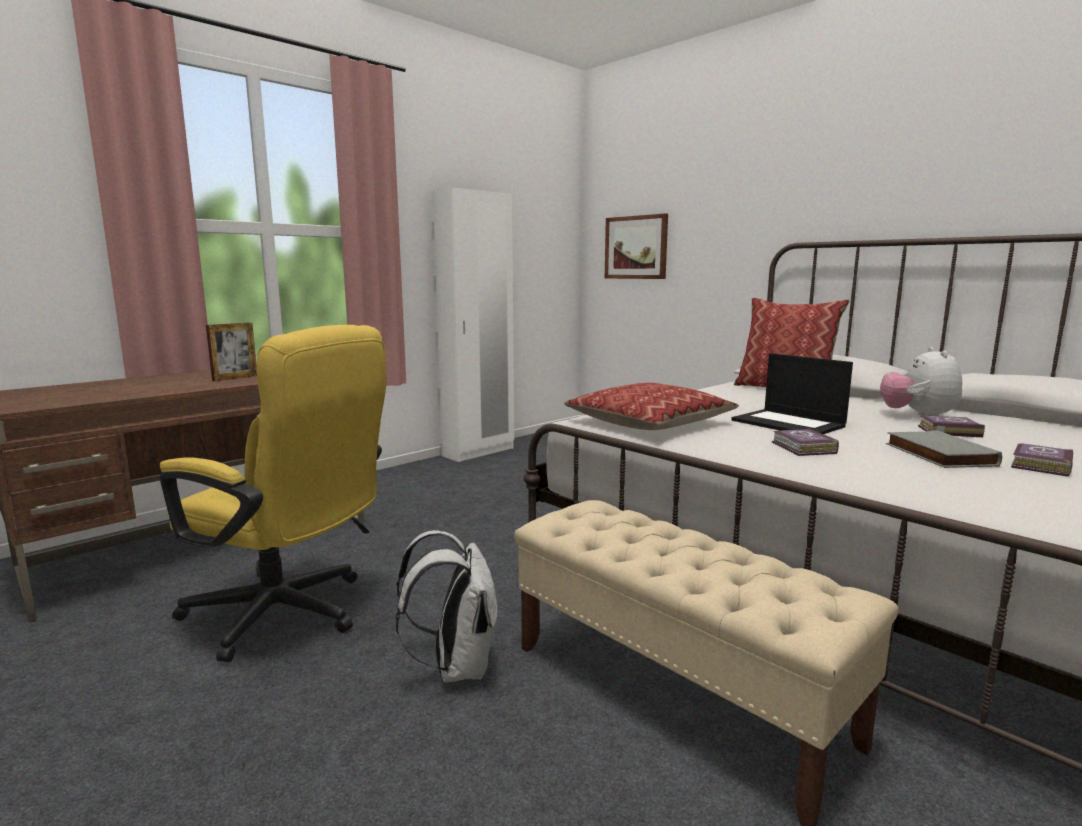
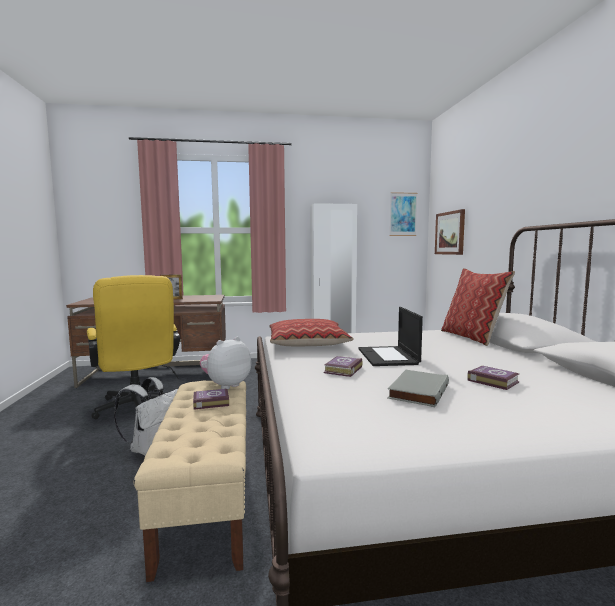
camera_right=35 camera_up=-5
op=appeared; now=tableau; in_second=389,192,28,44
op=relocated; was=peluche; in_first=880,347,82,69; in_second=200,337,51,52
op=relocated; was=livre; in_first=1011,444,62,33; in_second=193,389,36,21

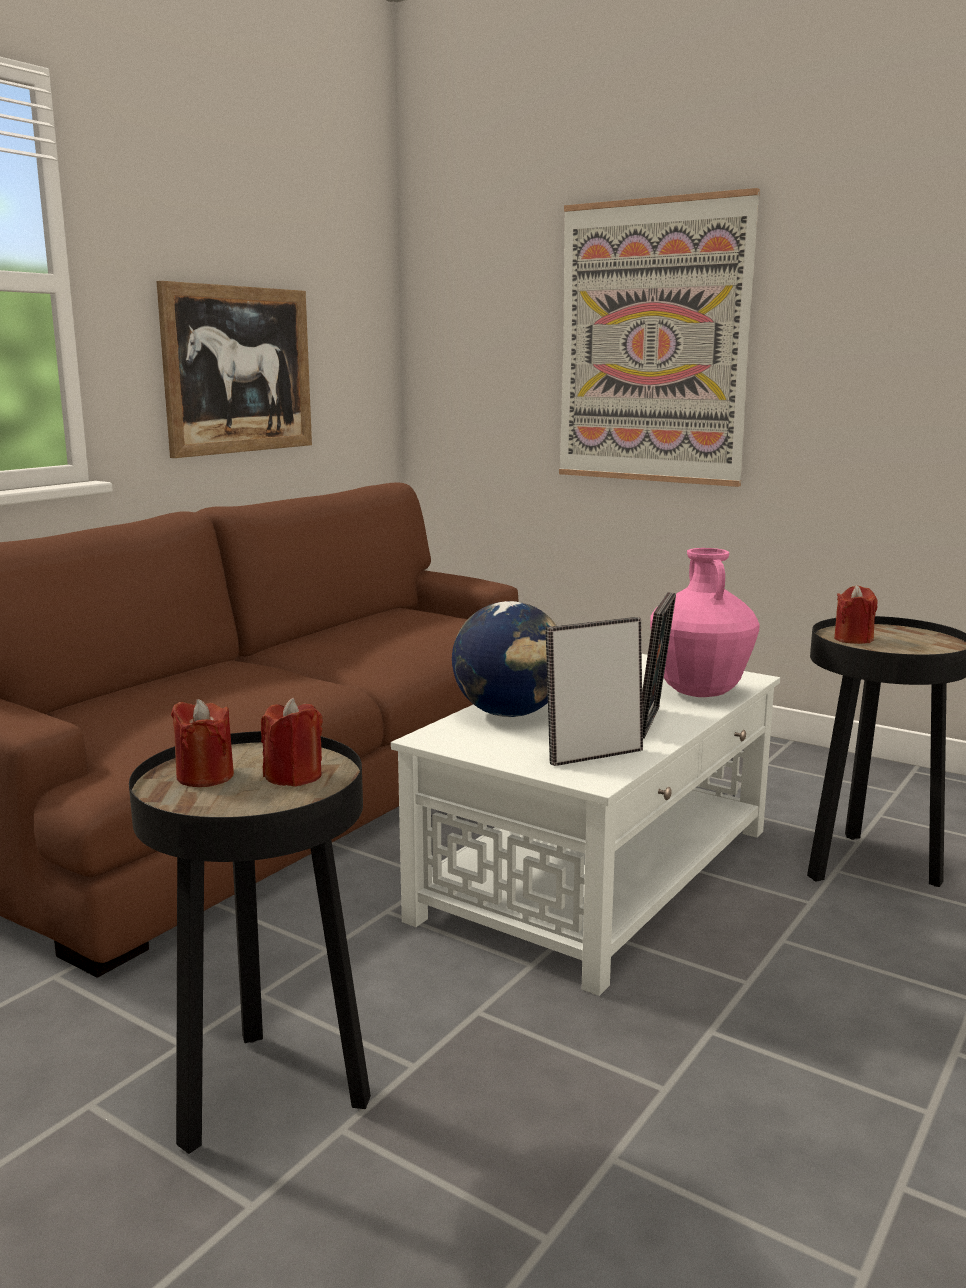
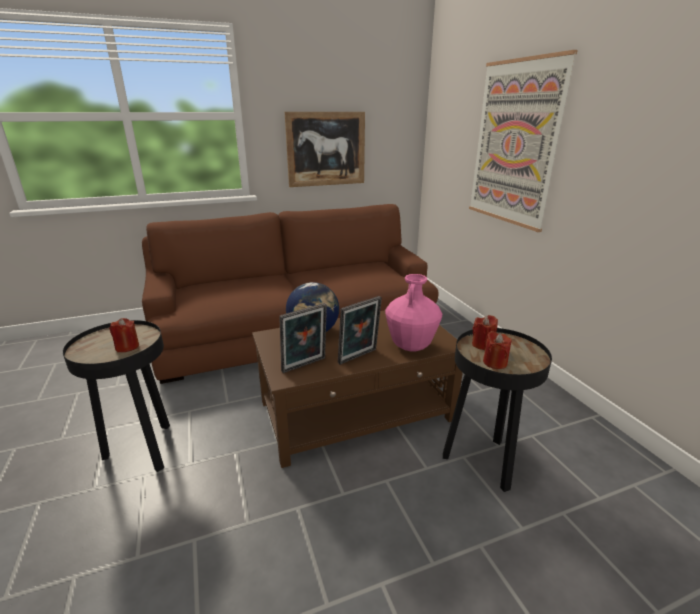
camera_right=35 camera_up=10
op=relocated; was=bougie (rouge); in_first=171,699,63,88; in_second=483,331,29,38
op=colour; was=table basse (blanc); now=table basse (marron); in_first=391,654,389,342; in_second=252,310,210,158
op=spun; was=cadre photo; in_first=545,617,98,149; in_second=279,303,48,70; clockwise=135

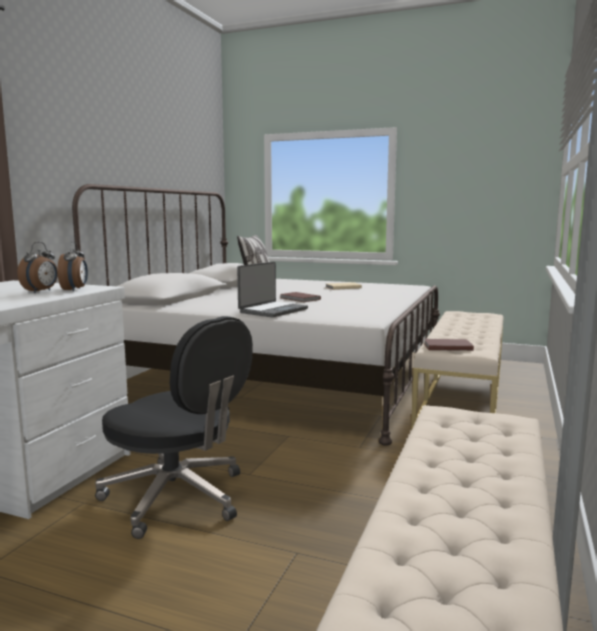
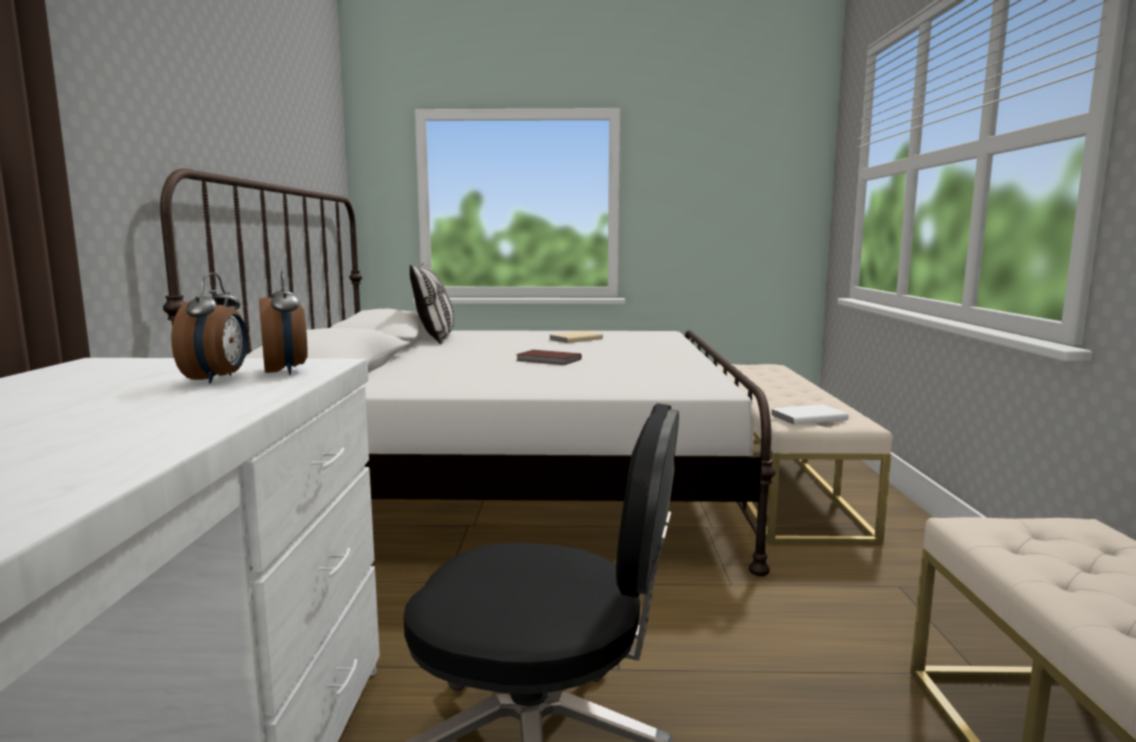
camera_right=-20 camera_up=0
op=missing; was=ordinateur portable; in_first=237,262,71,56
op=colour; was=livre (marron); now=livre (blanc); in_first=424,339,50,12; in_second=770,404,79,21

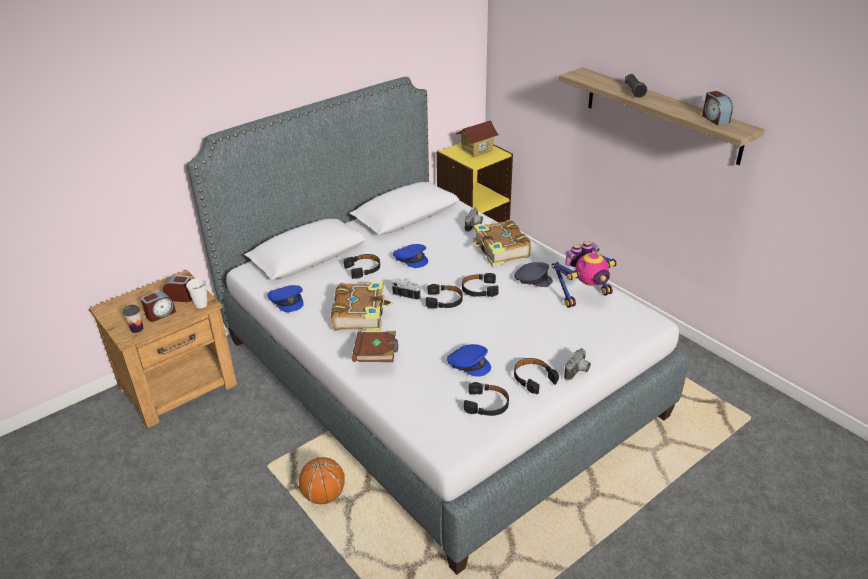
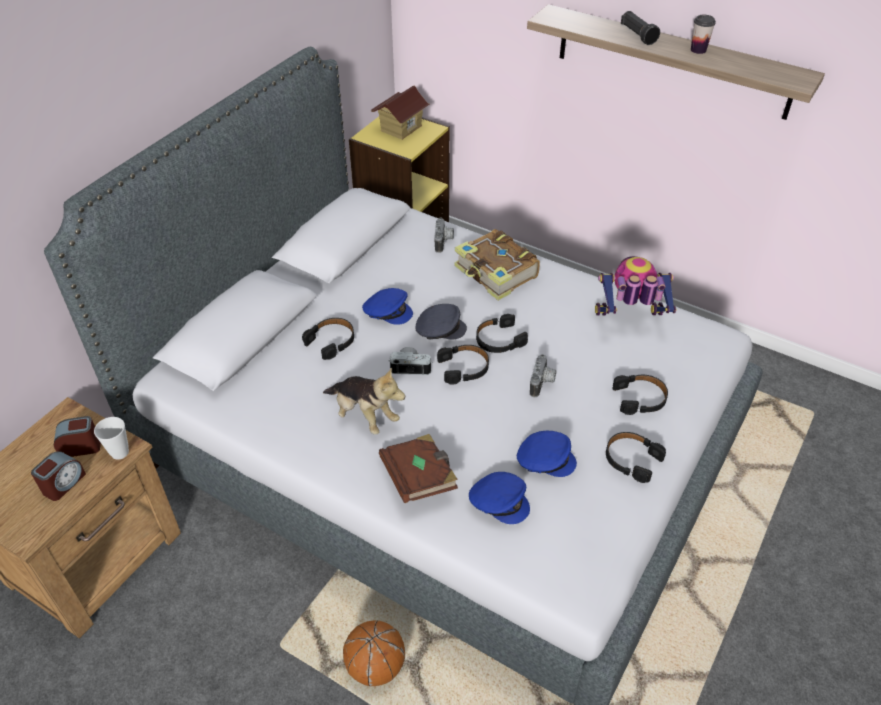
camera_right=-20 camera_up=10
op=missing; was=réveil; in_first=702,91,31,34
op=relocated; was=tasse; in_first=123,305,20,28; in_second=691,15,25,39
op=relocated; was=casquette (bleu); in_first=267,285,37,27; in_second=469,472,61,52
op=relocated; was=casque audio (noir); in_first=464,382,45,34; in_second=613,375,55,40
op=relocated; was=casquette (gris); in_first=514,262,39,25; in_second=415,304,52,36
op=relocated; was=appareil photo; in_first=564,348,27,32; in_second=530,354,26,43
op=exchanged; was=livre; now=peluche; in_first=331,281,61,51; in_second=323,368,82,67
op=spun; was=robot jouet; in_first=552,241,65,67; in_second=595,256,82,60; clockwise=-135

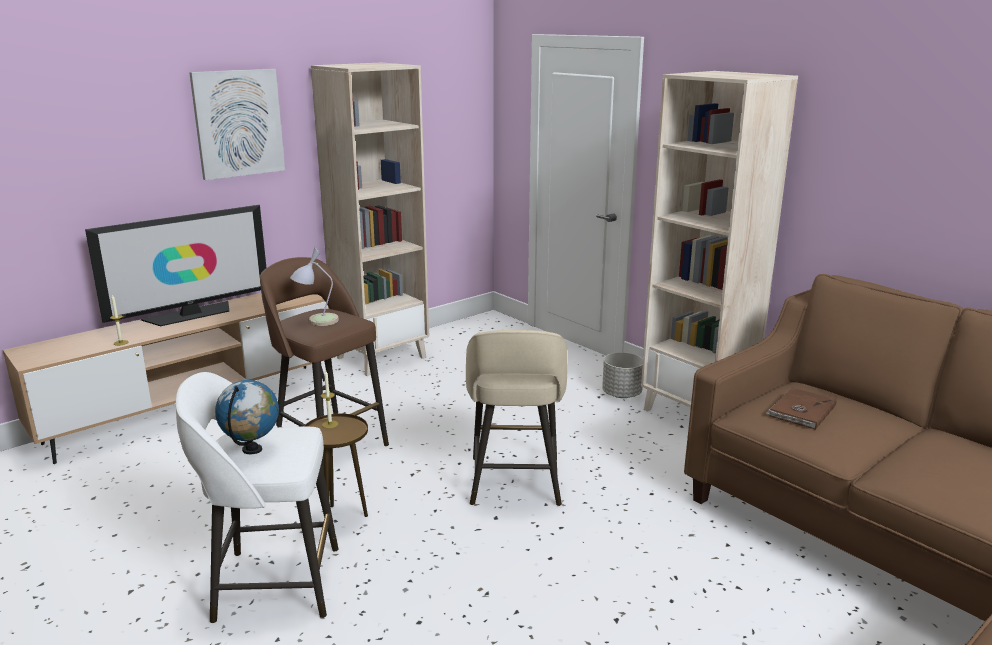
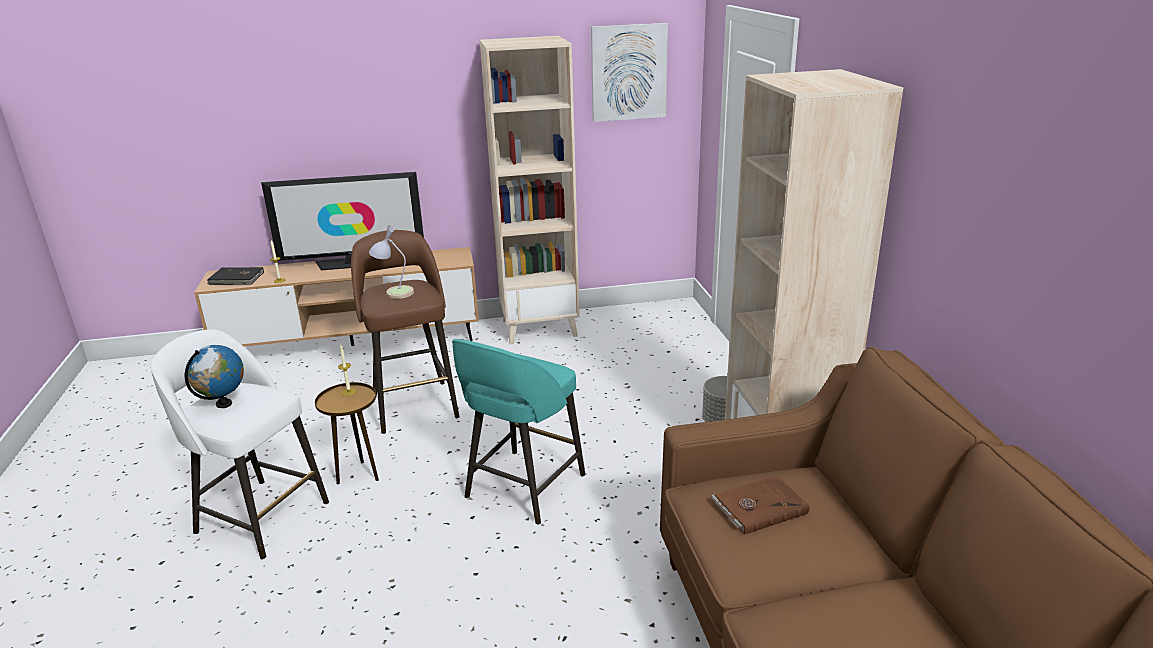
camera_right=30 camera_up=5
op=appeared; now=livre (noir); in_second=207,267,57,18
op=relocated; was=tableau; in_first=189,69,96,111; in_second=591,23,77,99
op=colour; was=tabouret (beige); now=tabouret (turquoise); in_first=466,330,102,176; in_second=452,339,133,186

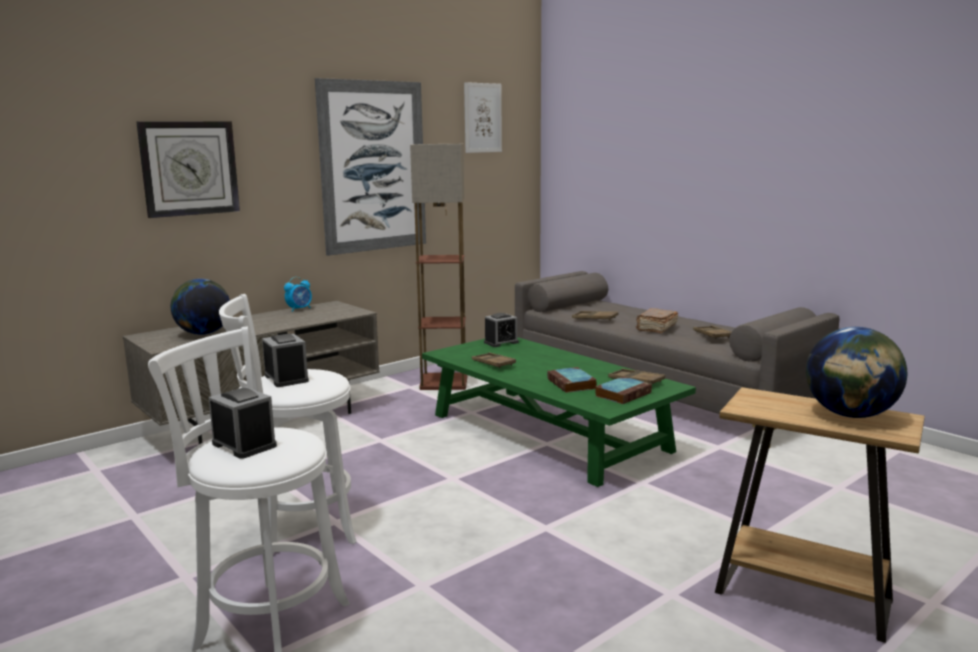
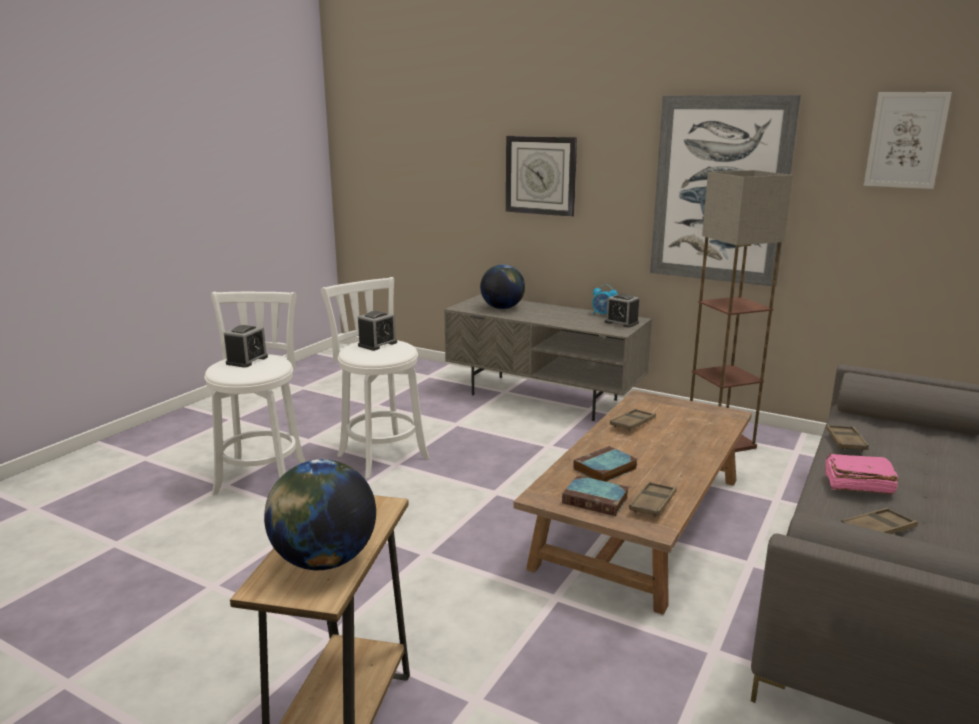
camera_right=70 camera_up=5
op=relocated; was=réveil; in_first=484,313,35,34; in_second=605,294,34,34
op=colour; was=table basse (vert); now=table basse (marron); in_first=422,337,274,150; in_second=513,390,239,225
op=colour; was=livre (marron); now=livre (rose); in_first=636,308,42,25; in_second=825,454,74,40

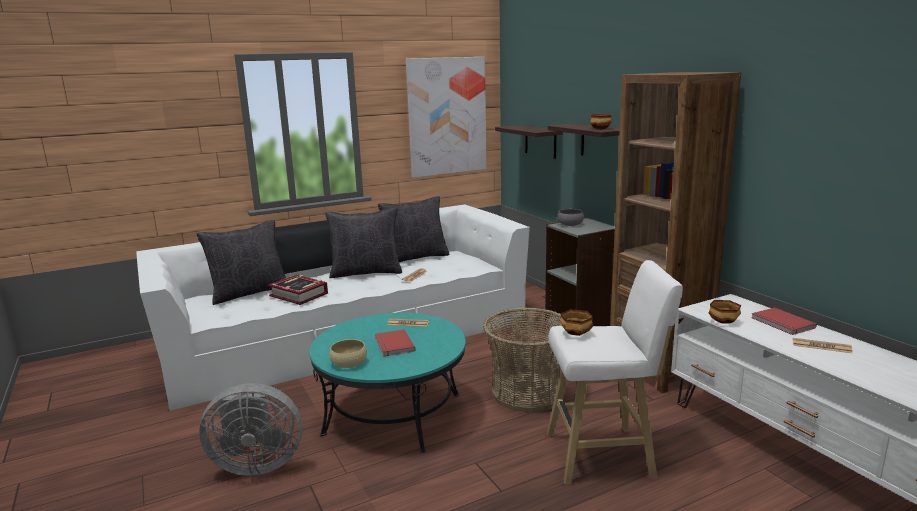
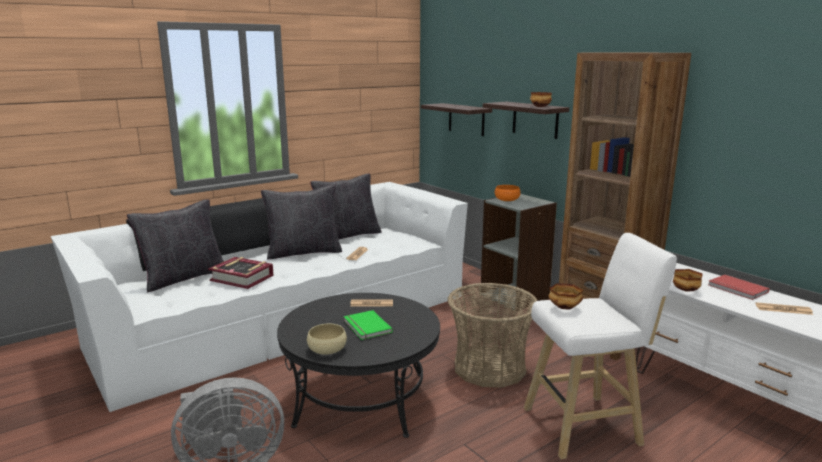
camera_right=-10 camera_up=0
op=missing; was=tableau; in_first=406,57,81,121
op=colour; was=table basse (turquoise); now=table basse (noir); in_first=309,313,157,140; in_second=277,293,163,145
op=colour; was=livre (rouge); now=livre (vert); in_first=375,329,41,27; in_second=344,310,49,30
op=colour; was=bol (gris); now=bol (orange); in_first=557,209,27,17; in_second=495,185,26,16

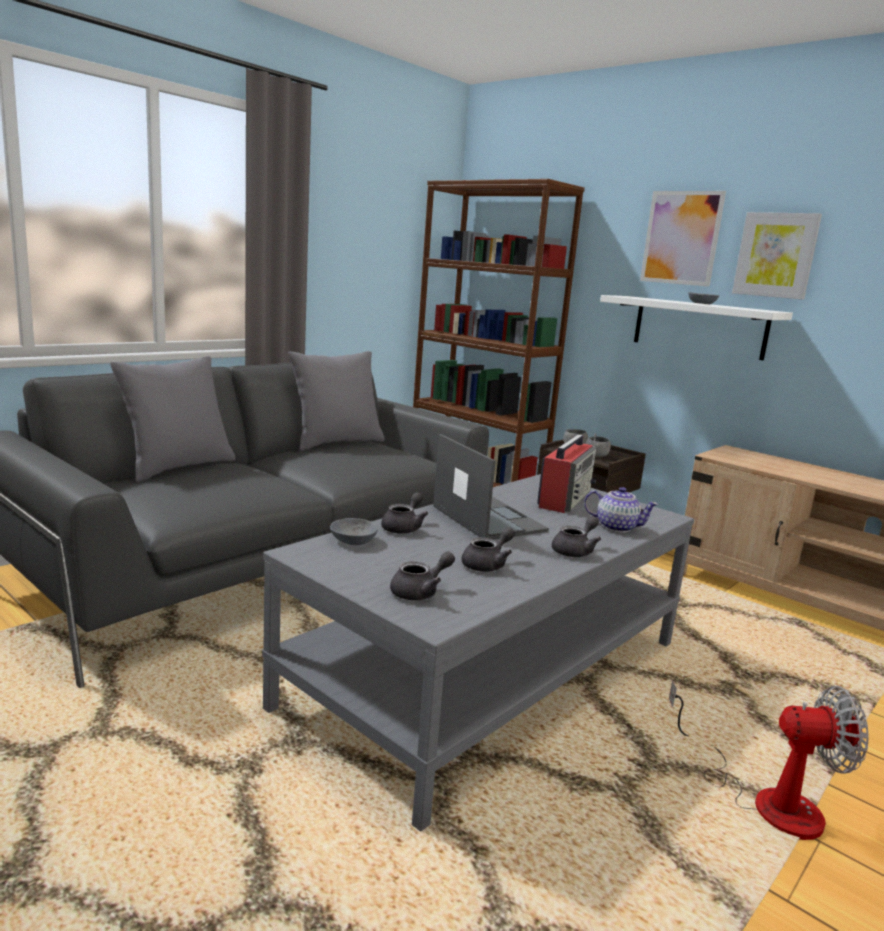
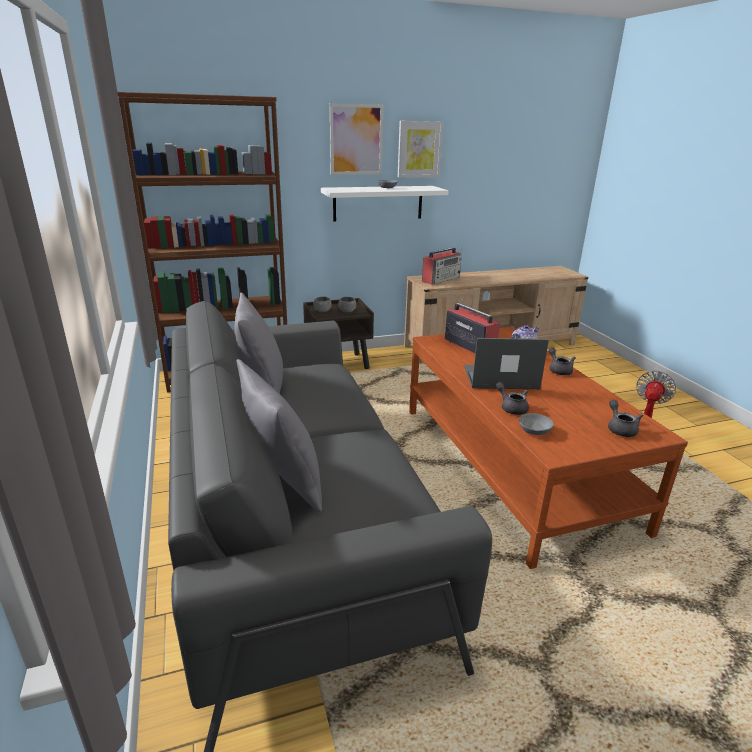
camera_right=-60 camera_up=10
op=missing; was=théière (gris); in_first=462,527,53,45
op=appeared; now=radio; in_second=422,247,40,38
op=colour; was=table basse (gris); now=table basse (marron); in_first=262,474,432,357; in_second=409,327,279,242

